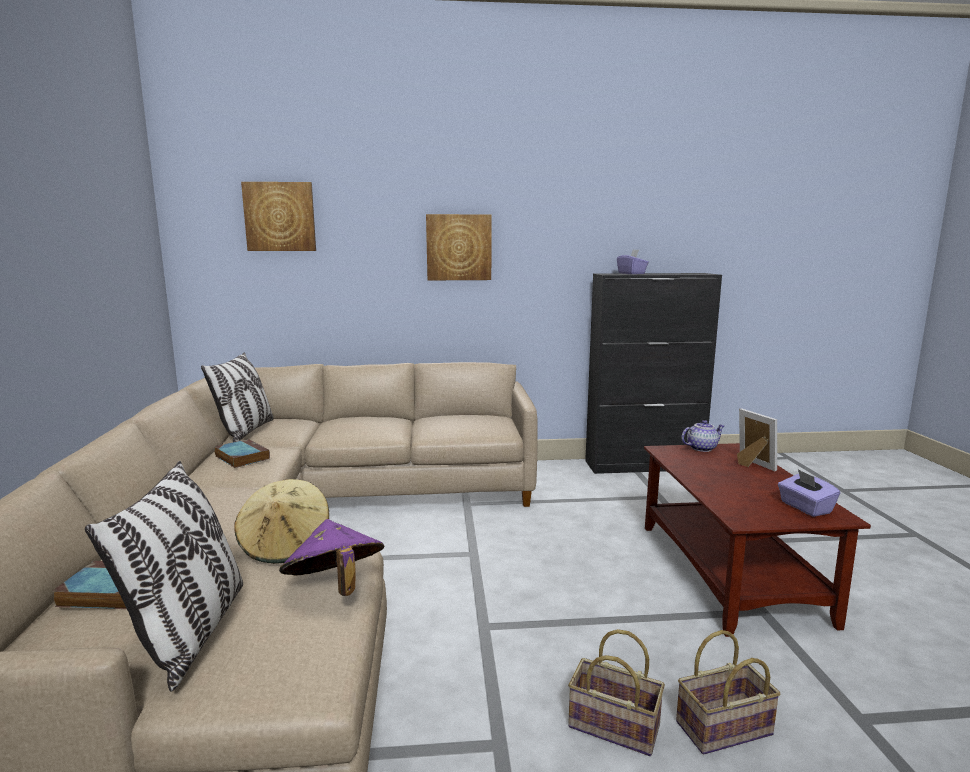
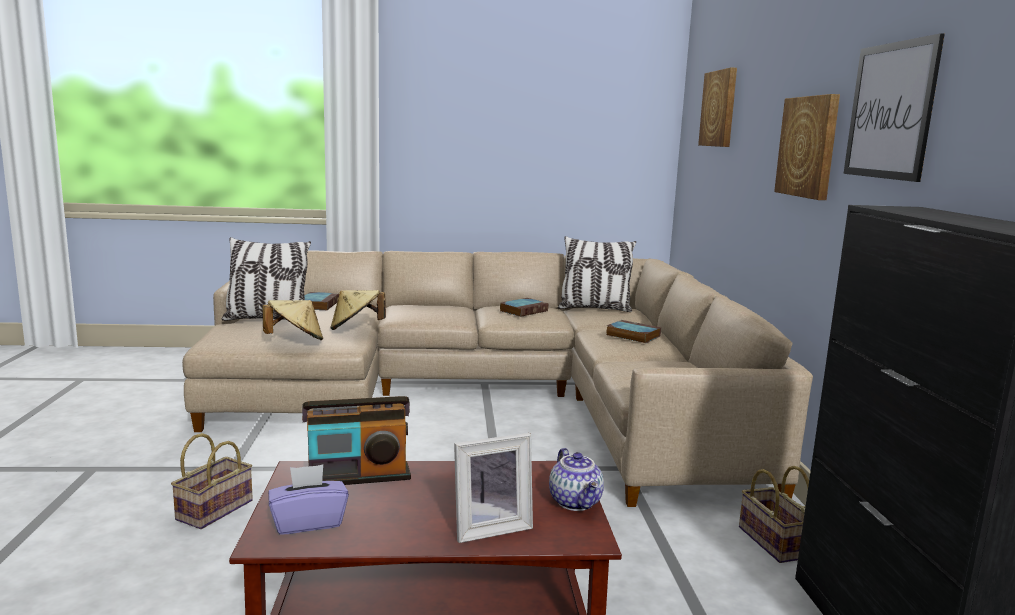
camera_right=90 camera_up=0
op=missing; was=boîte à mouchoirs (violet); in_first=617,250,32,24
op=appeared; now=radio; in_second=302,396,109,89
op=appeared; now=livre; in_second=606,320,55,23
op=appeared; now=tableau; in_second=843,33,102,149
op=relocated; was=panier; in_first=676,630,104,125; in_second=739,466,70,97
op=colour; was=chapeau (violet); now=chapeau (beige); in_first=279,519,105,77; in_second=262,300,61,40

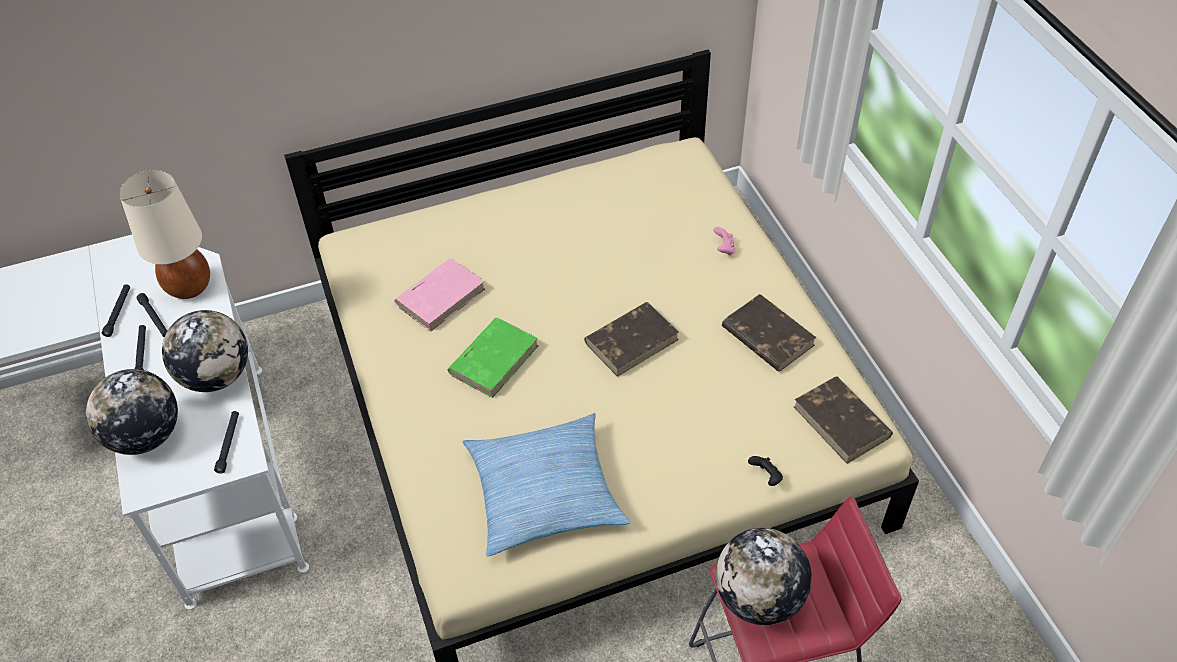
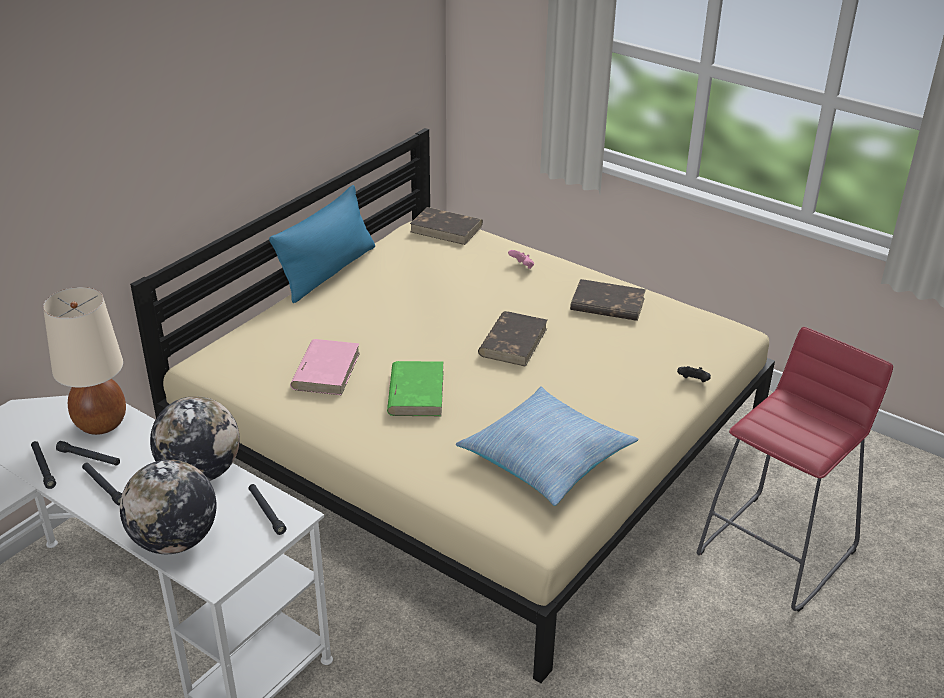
camera_right=-35 camera_up=-15
op=missing; was=globe; in_first=716,528,96,97
op=appeared; now=coussin (bleu); in_second=269,185,106,118
op=relocated; was=livre (marron); in_first=794,376,99,88; in_second=410,207,73,38

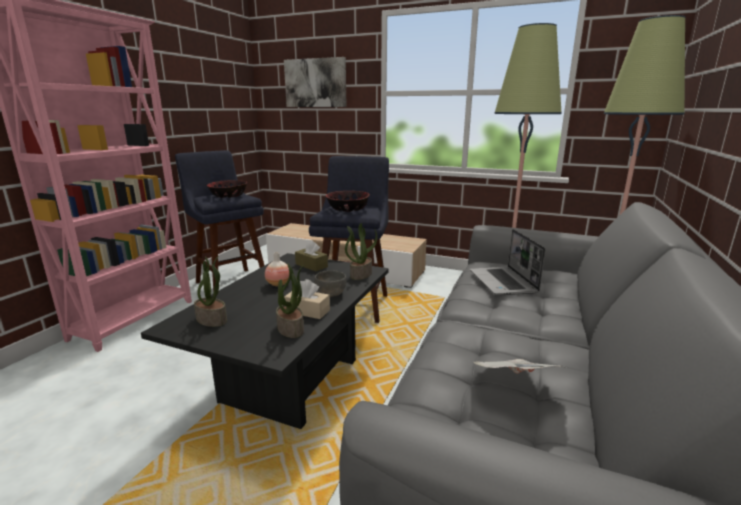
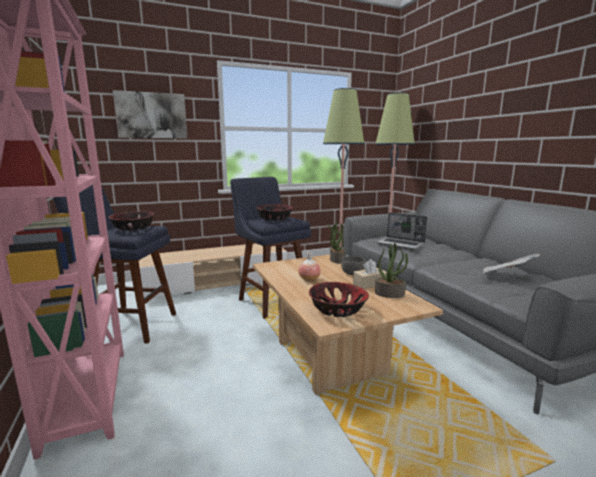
camera_right=-45 camera_up=-5
op=missing; was=boîte à mouchoirs (marron); in_first=295,240,33,32
op=exchanged; was=plante en pot; now=bol; in_first=194,256,33,71; in_second=309,282,60,35
op=colour; was=table basse (noir); now=table basse (beige); in_first=141,253,248,176; in_second=253,255,190,140

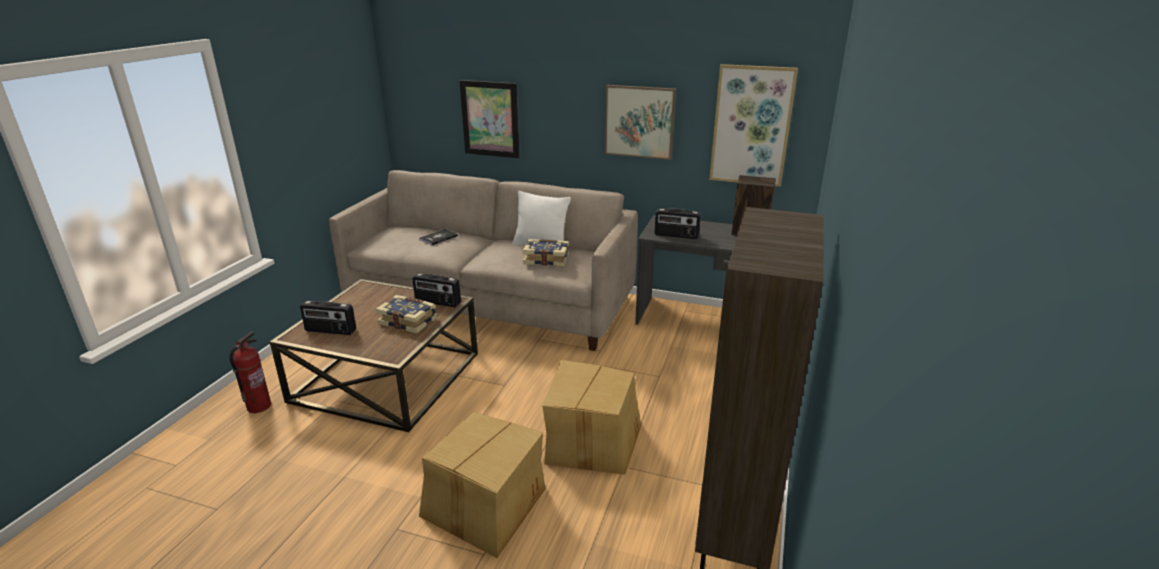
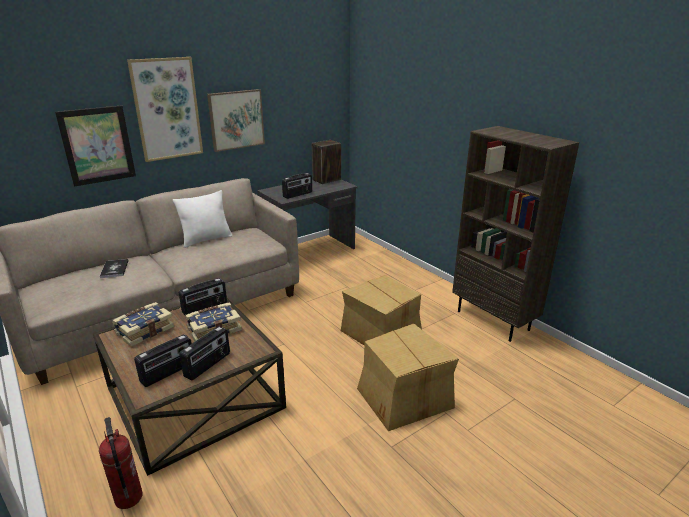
camera_right=-55 camera_up=0
op=appeared; now=radio; in_second=179,326,51,54
op=relocated; was=livre; in_first=522,239,47,28; in_second=112,302,62,45
op=relocated; was=tableau; in_first=709,64,89,123; in_second=127,57,76,105

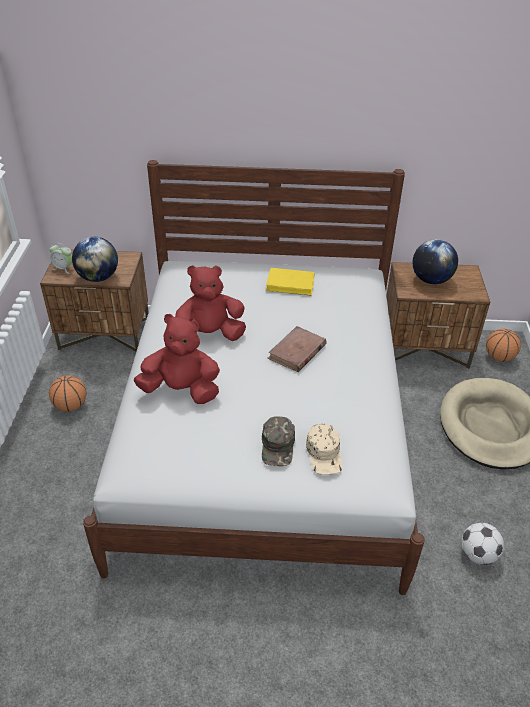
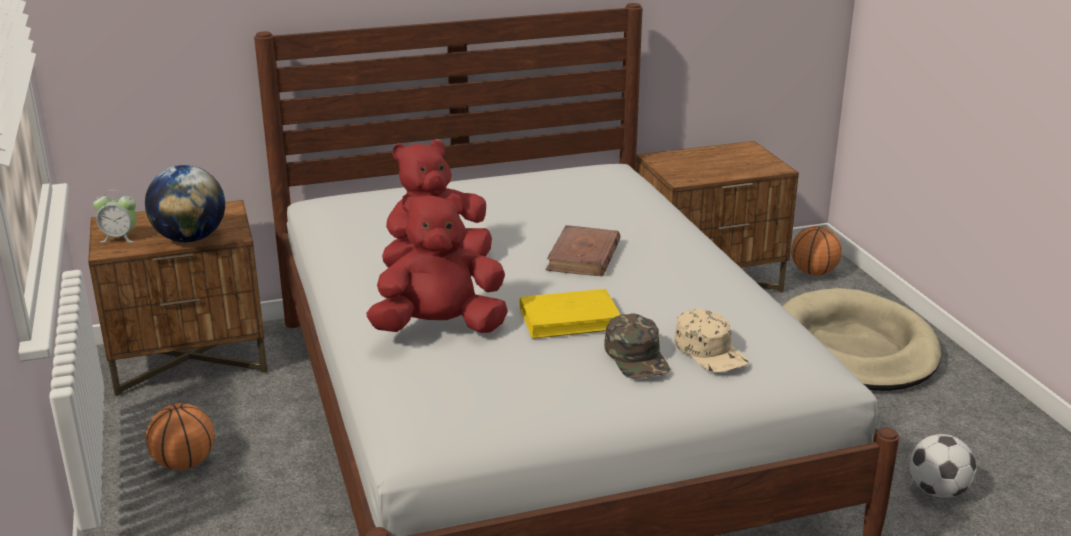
camera_right=-20 camera_up=-15
op=missing; was=globe; in_first=412,239,46,45
op=relocated; was=livre (jaune); in_first=266,268,49,28; in_second=520,289,100,50

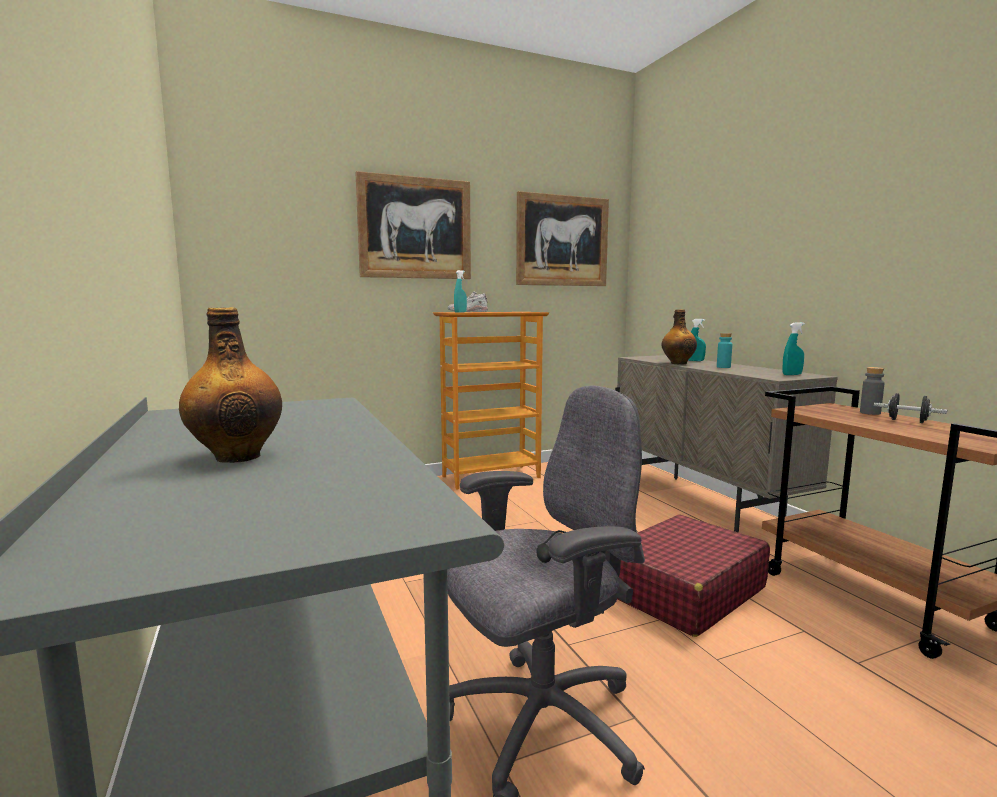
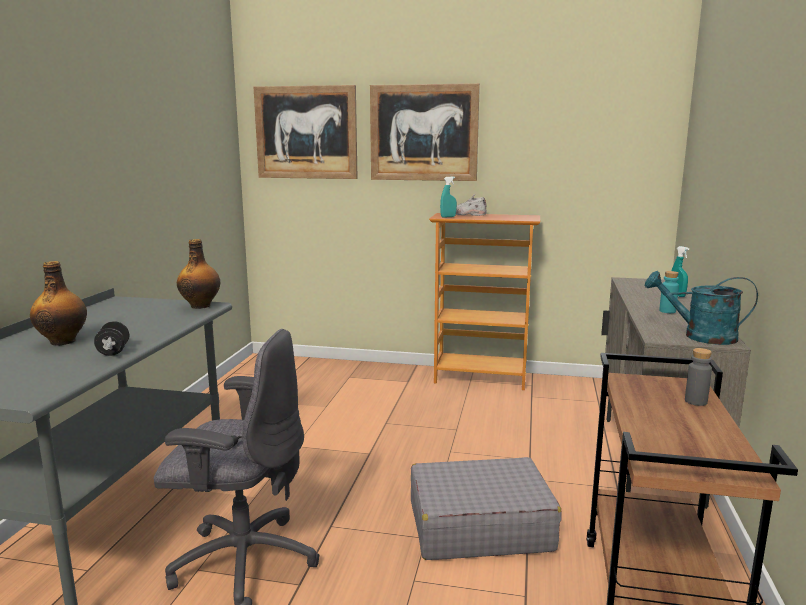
camera_right=35 camera_up=5
op=relocated; was=tableau; in_first=516,191,93,95; in_second=254,85,104,94
op=relocated; was=bouteille; in_first=661,309,36,55; in_second=177,239,43,70
op=relocated; was=haltère (noir); in_first=874,393,73,30; in_second=94,321,35,35
op=exchanged; was=vaporisateur (turquoise); now=arrosoir (turquoise); in_first=783,322,22,53; in_second=645,271,113,74
op=colour; was=valise (rouge); now=valise (gris); in_first=617,514,153,123; in_second=411,457,150,103

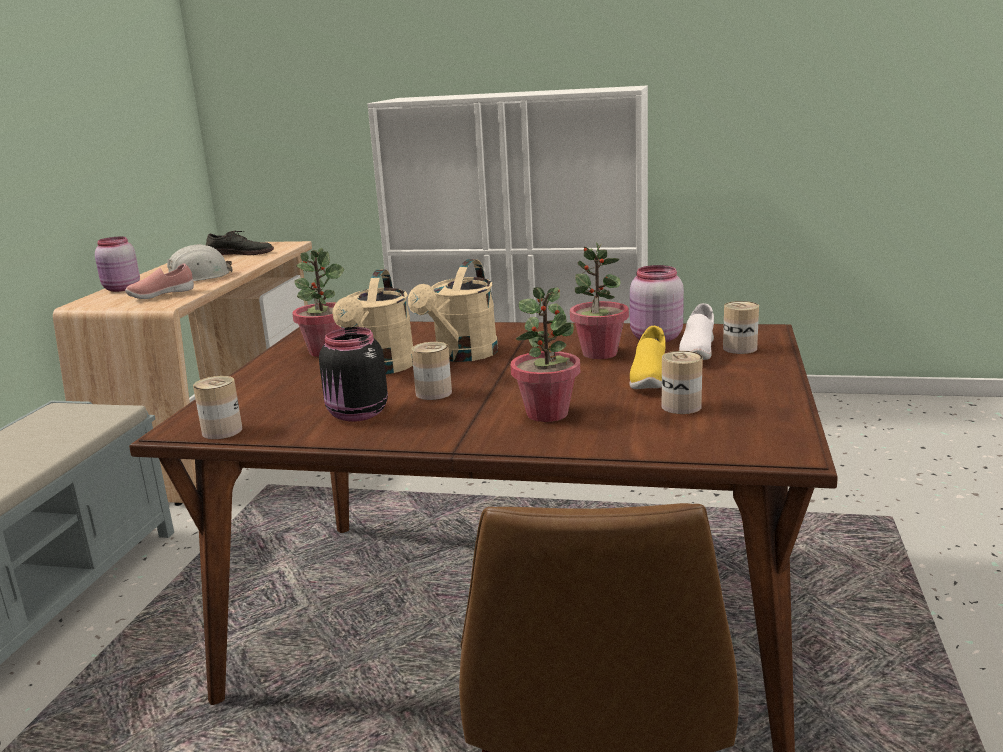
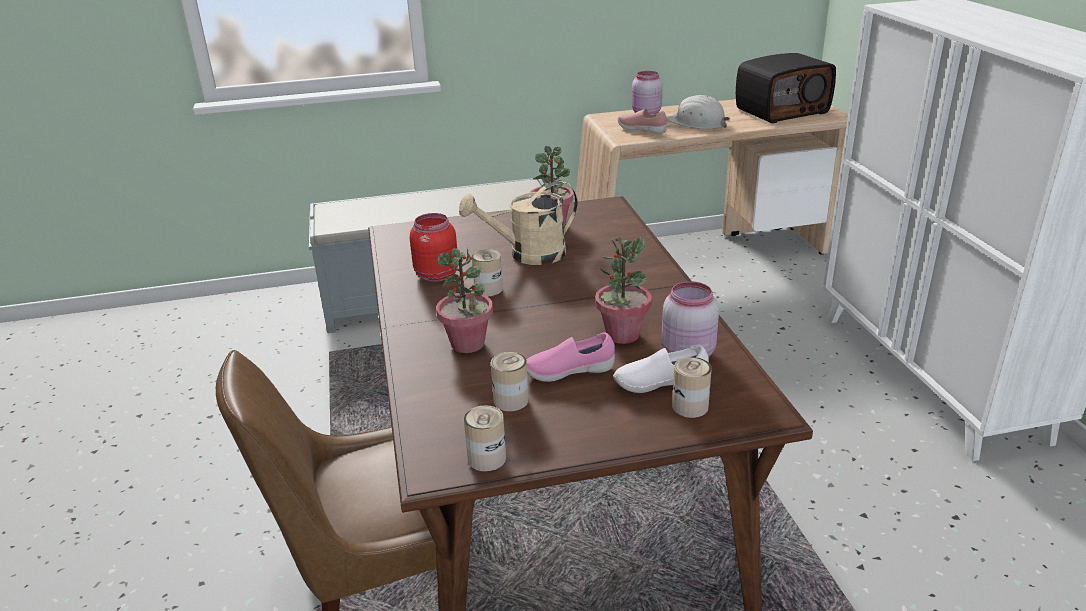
camera_right=65 camera_up=10
op=missing; was=arrosoir (beige); in_first=408,259,90,103
op=relocated; was=boîte métallique; in_first=193,376,49,63; in_second=464,405,42,66
op=exchanged; was=chaussure (gris); now=radio; in_first=206,231,68,24; in_second=736,53,100,71
op=colour; was=bocal (noir); now=bocal (rouge); in_first=319,327,69,95; in_second=410,213,48,69
op=colour; was=chaussure (jaune); now=chaussure (rose); in_first=630,326,35,63; in_second=526,332,89,50

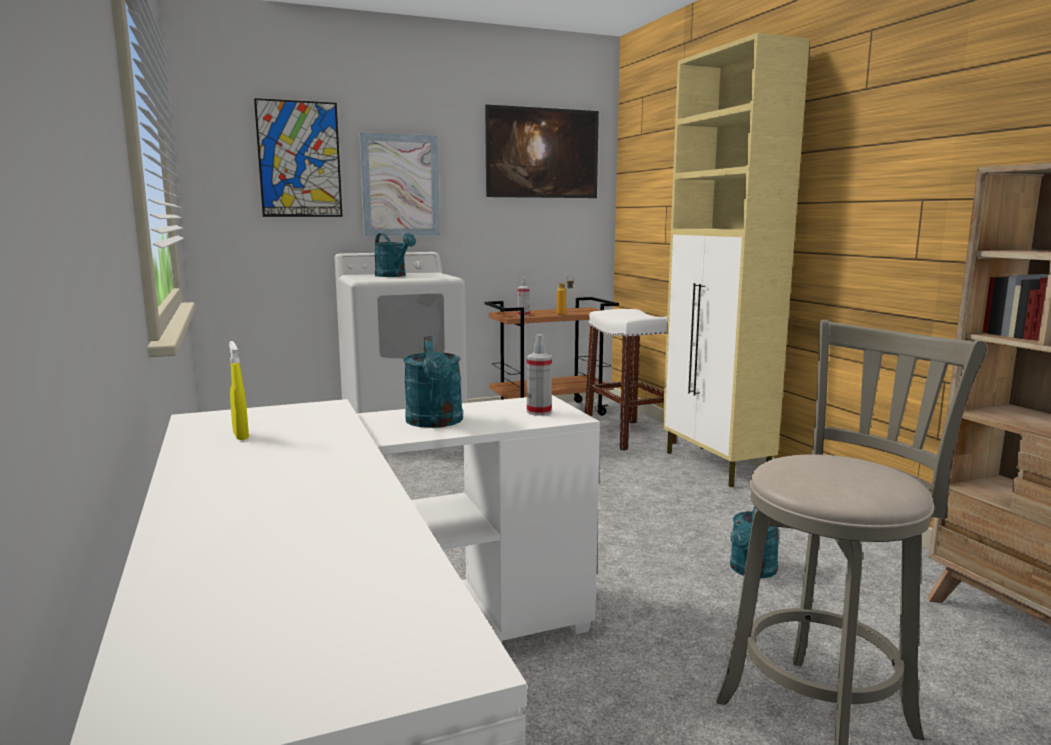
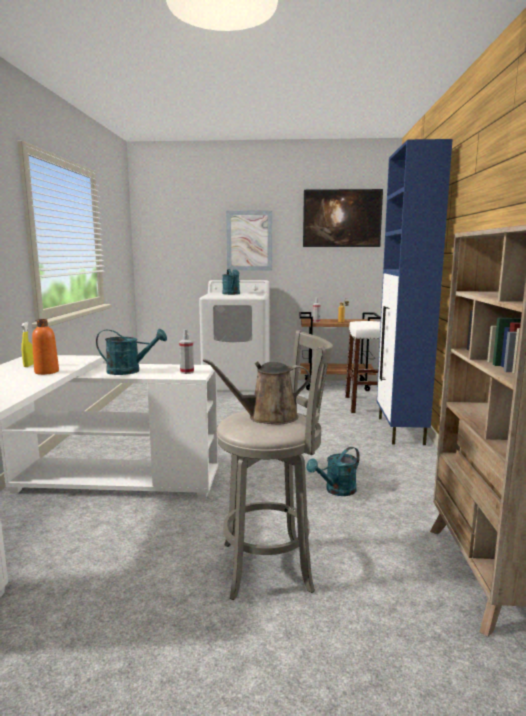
camera_right=25 camera_up=0
op=missing; was=tableau; in_first=254,98,89,119
op=appeared; now=bouteille (orange); in_second=32,319,27,56
op=appeared; now=arrosoir (marron); in_second=203,359,107,65
op=colour; was=meuble de rangement (beige); now=meuble de rangement (bleu); in_first=663,33,147,454; in_second=377,139,76,306
op=spun; was=arrosoir (turquoise); in_first=403,336,60,92; in_second=96,329,71,46; clockwise=-105

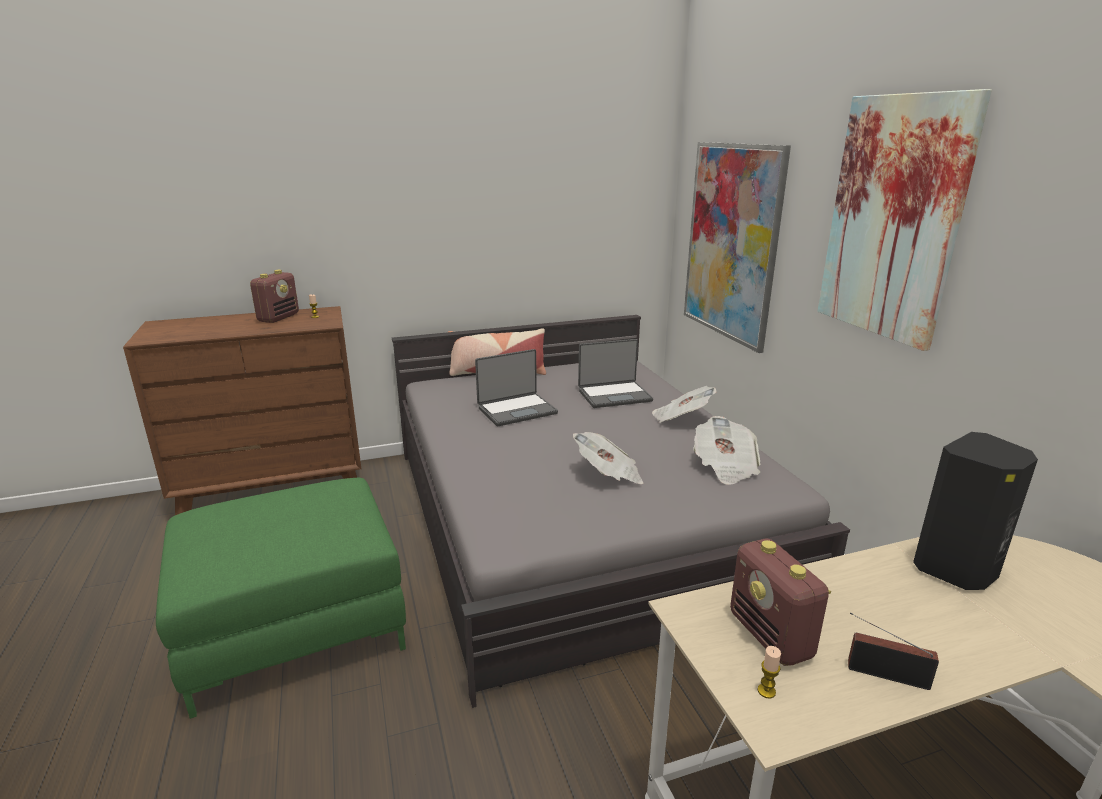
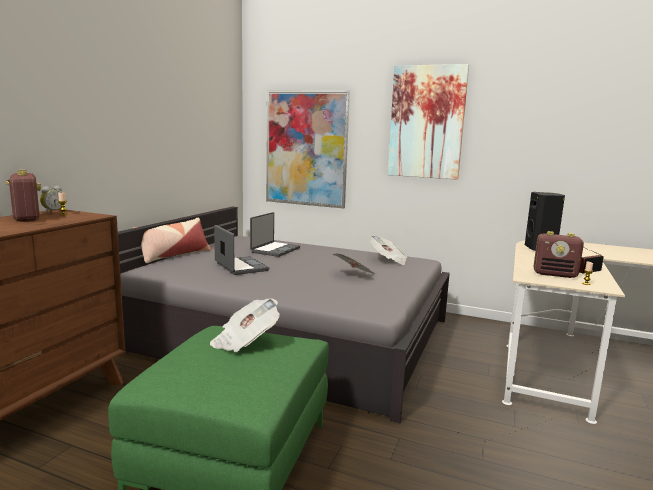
camera_right=-50 camera_up=-10
op=appeared; now=réveil; in_second=40,186,22,28
op=relocated; was=journal; in_first=652,386,65,37; in_second=210,299,70,53
op=spun; was=ordinateur portable; in_first=475,349,83,77; in_second=214,225,55,50; clockwise=-45

